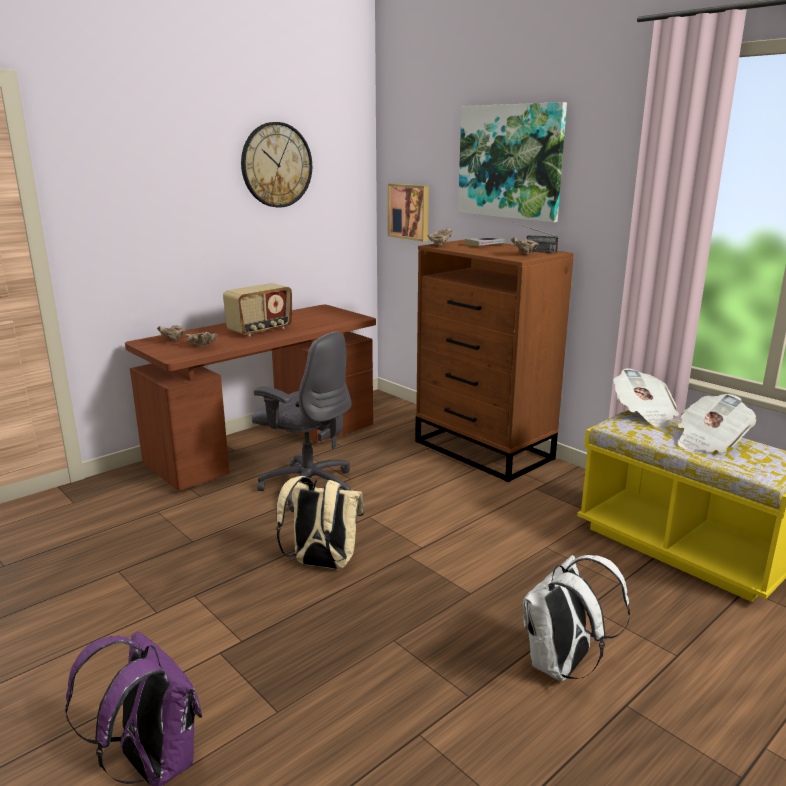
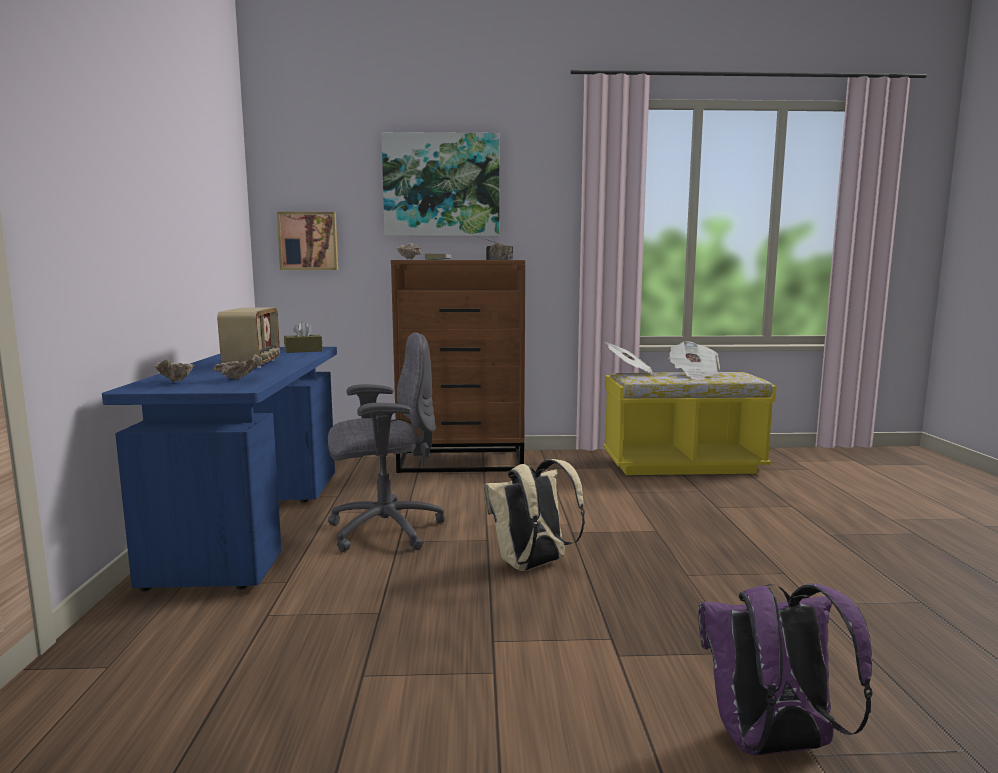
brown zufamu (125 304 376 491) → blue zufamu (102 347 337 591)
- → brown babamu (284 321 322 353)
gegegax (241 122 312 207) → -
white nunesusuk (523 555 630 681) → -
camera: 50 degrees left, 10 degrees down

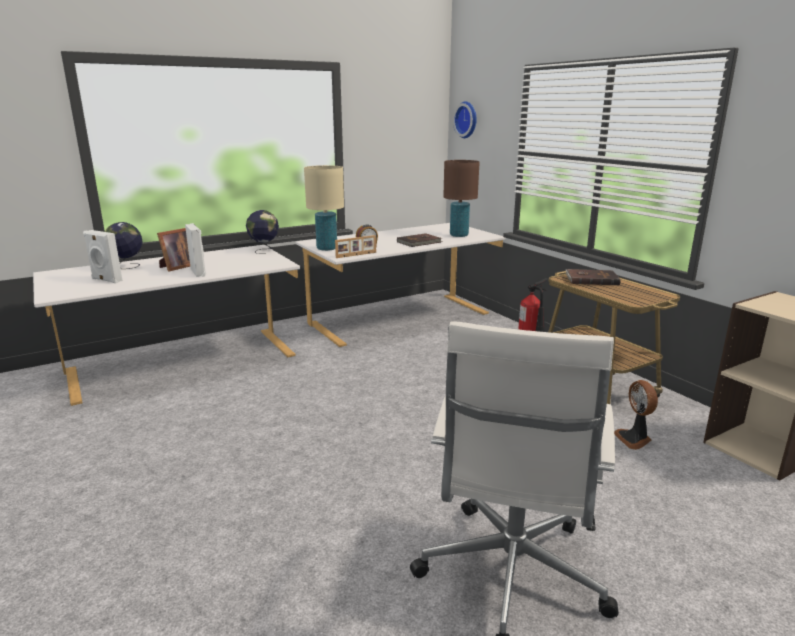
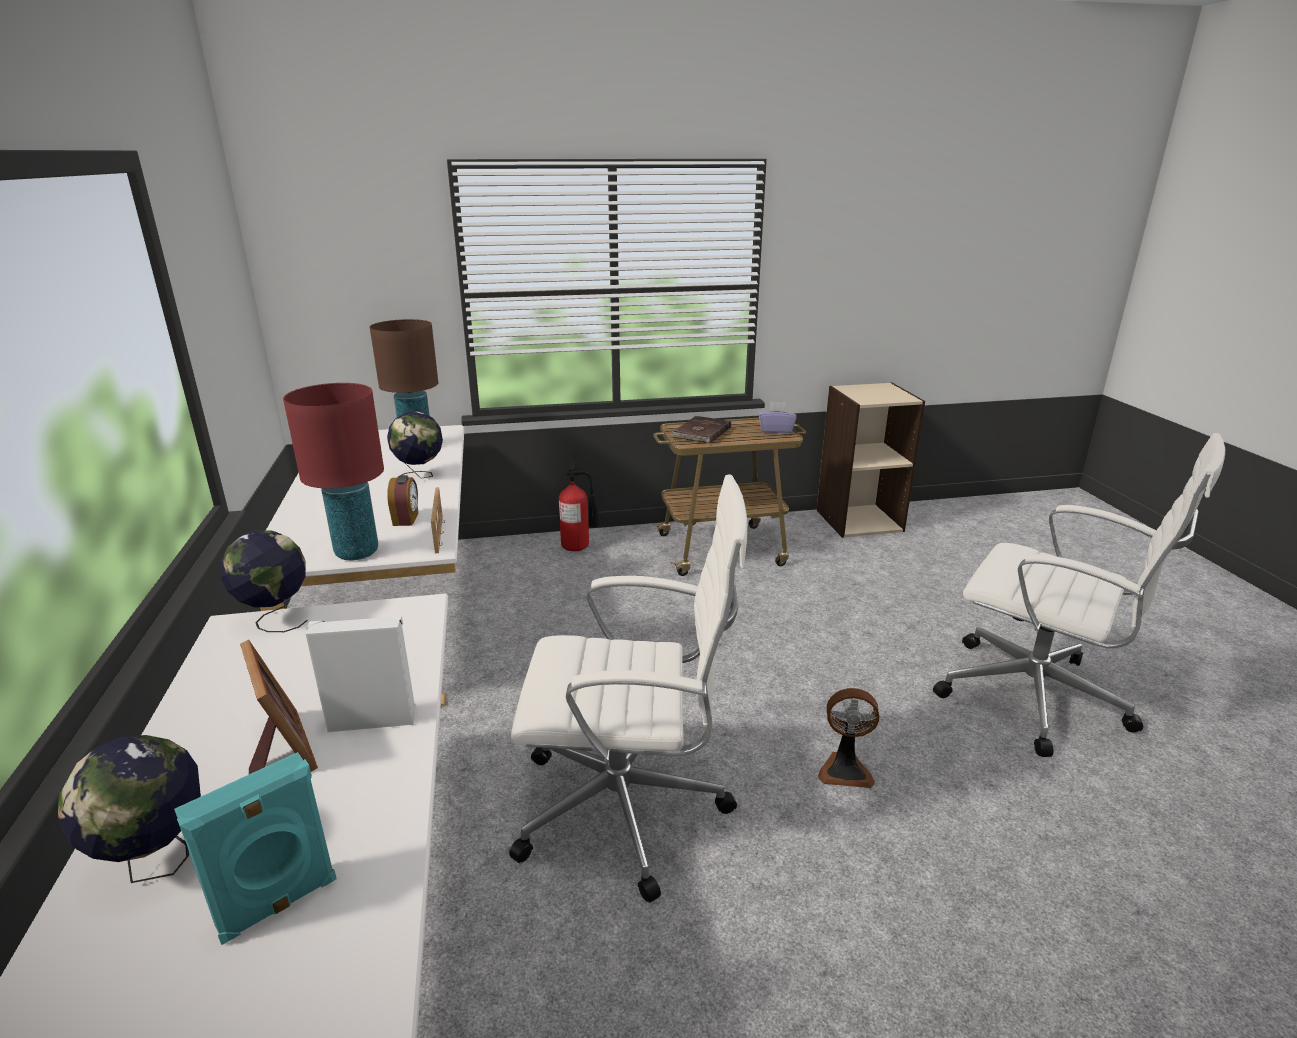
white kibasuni (83 230 123 283) → turquoise kibasuni (174 752 337 945)
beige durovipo (304 165 344 251) → red durovipo (283 383 384 560)
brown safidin (397 233 443 247) → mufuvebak (387 412 443 479)
- → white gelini (509 474 748 903)
- → purple babamu (759 402 797 433)
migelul (614 380 658 450) → migelul (818 688 879 788), moved
gegegax (453 101 477 138) → -
camera: 70 degrees left, 5 degrees up

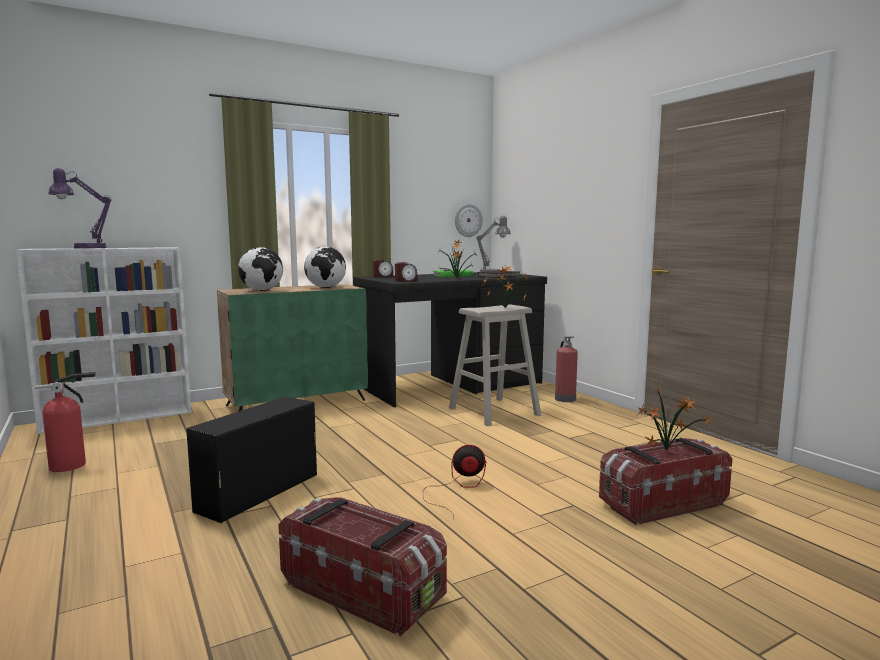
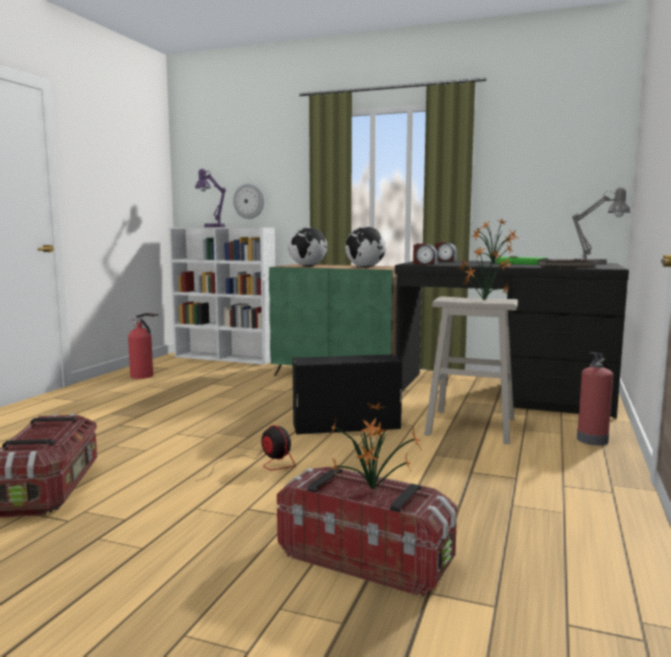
gegegax (455 204 483 237) → gegegax (233 184 264 219), moved
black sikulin (186 397 317 523) → black sikulin (293 355 402 435), moved
camera: 50 degrees right, 0 degrees up

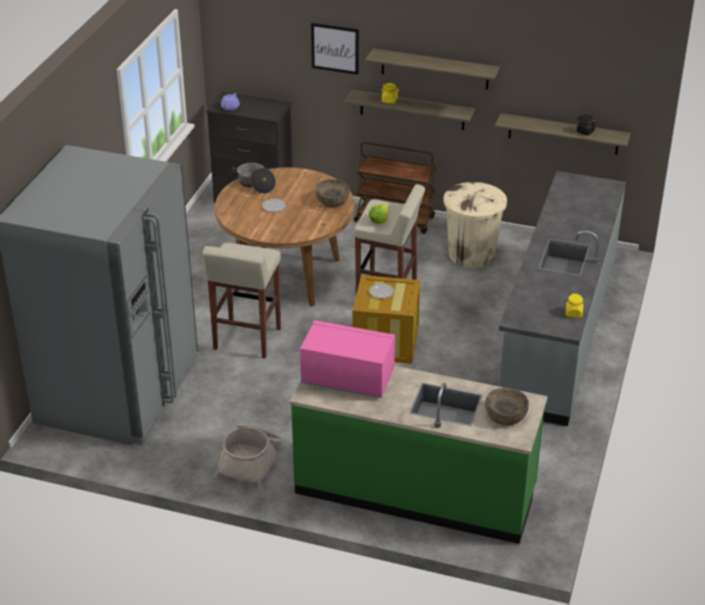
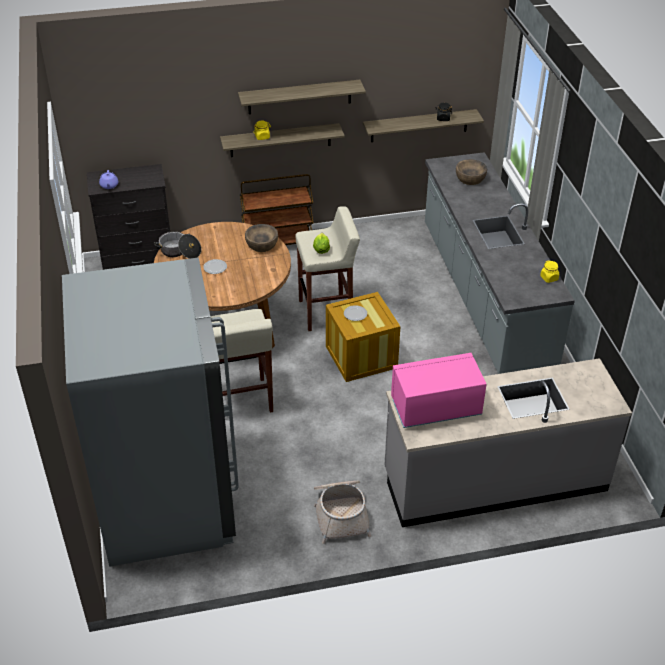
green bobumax (290 366 548 544) → grey bobumax (385 358 632 527)
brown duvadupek (485 388 529 426) → brown duvadupek (456 159 487 185), moved
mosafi (311 23 359 75) → -
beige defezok (443 182 507 268) → -
camera: 30 degrees left, 5 degrees up

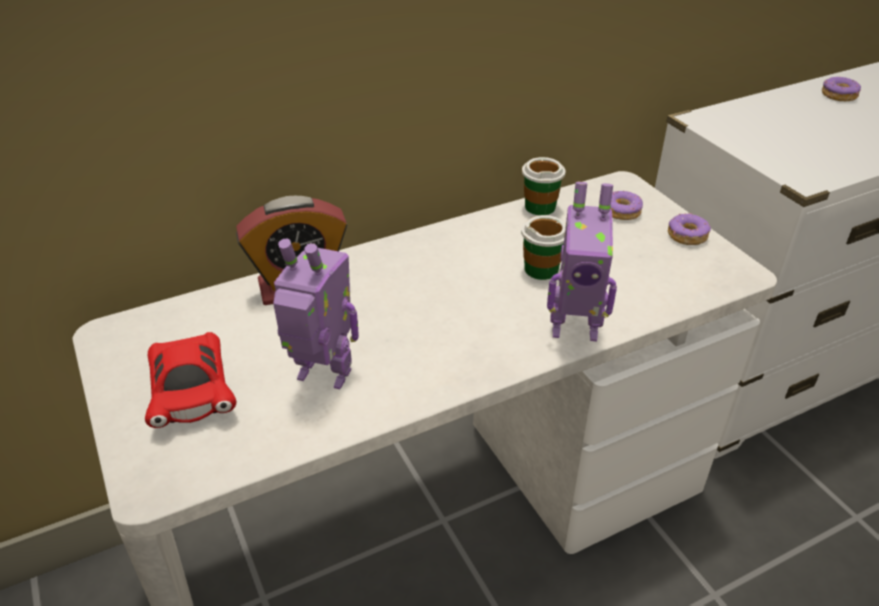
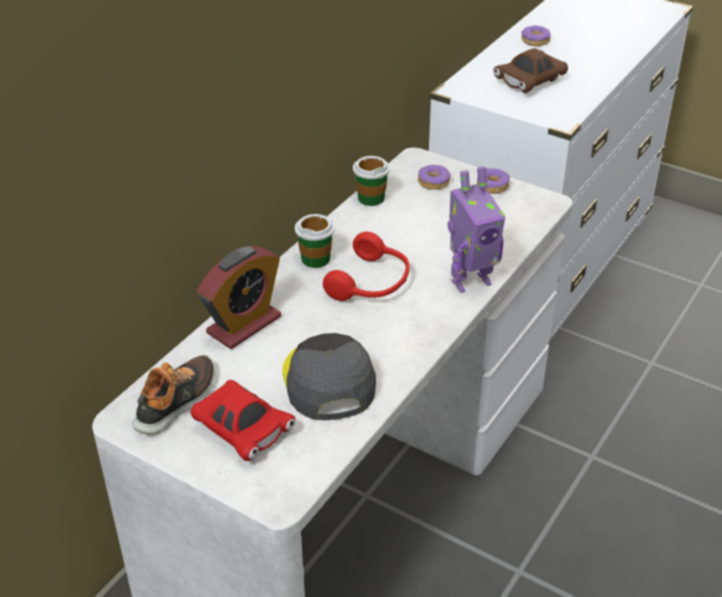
- → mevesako (132 355 214 435)
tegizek (273 239 359 389) → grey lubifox (282 333 376 420)
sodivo (521 215 566 280) → sodivo (295 214 335 268), moved
- → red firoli (323 232 410 301)
- → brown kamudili (493 49 568 93)
camera: 30 degrees left, 0 degrees up

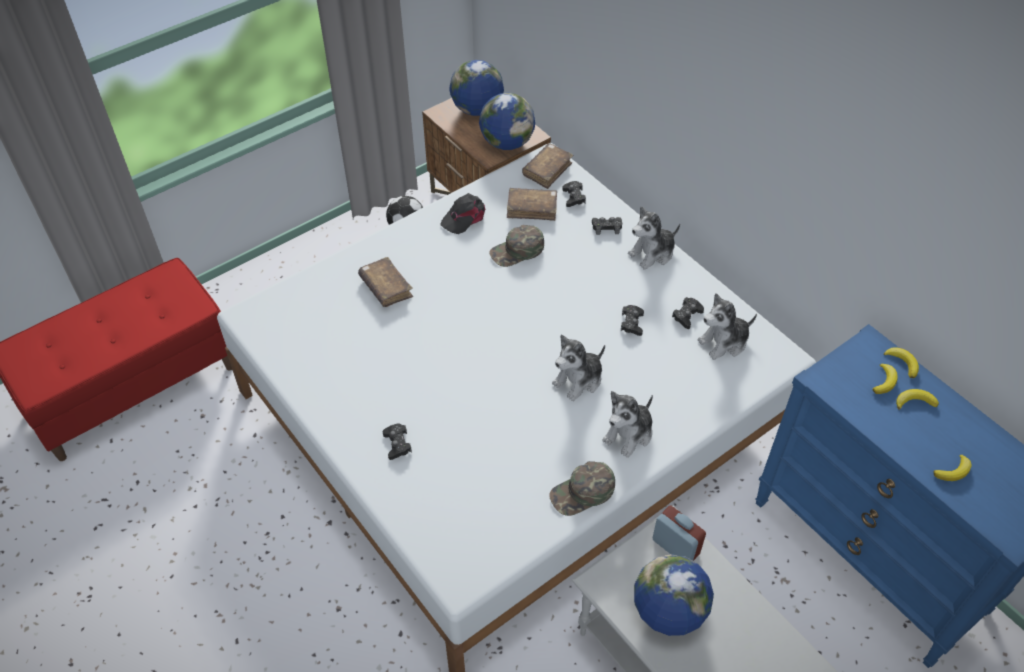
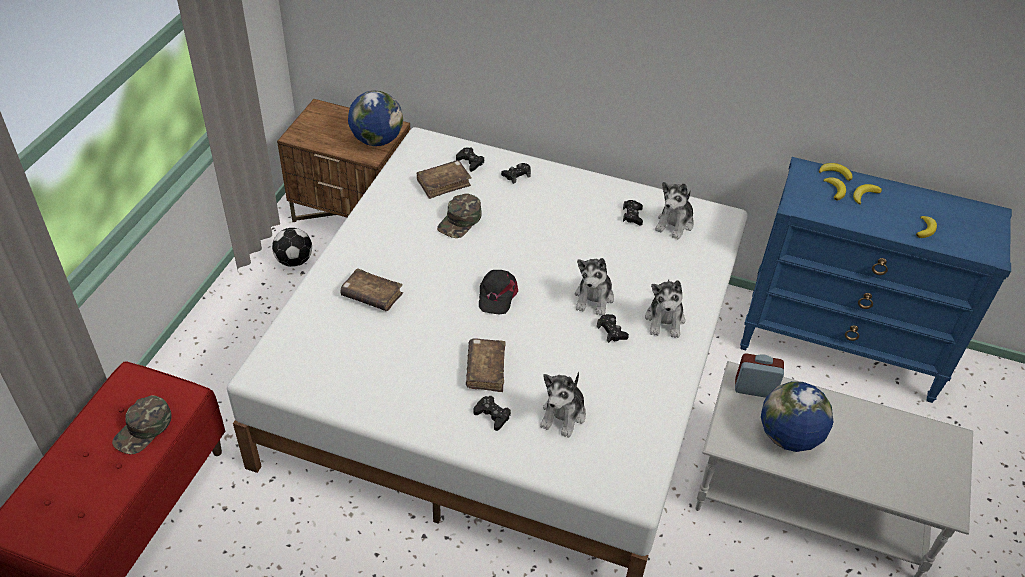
green lubifox (549 461 615 516) → green lubifox (112 395 172 455), moved
brown safidin (522 143 573 189) → brown safidin (466 338 505 392), moved
black lubifox (440 193 485 234) → black lubifox (479 270 518 315), moved
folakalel (628 206 680 270) → folakalel (540 372 586 438), moved
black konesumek (621 305 644 336) → black konesumek (597 314 629 343), moved
mufuvebak (449 60 504 116) → -
camera: 35 degrees left, 5 degrees down

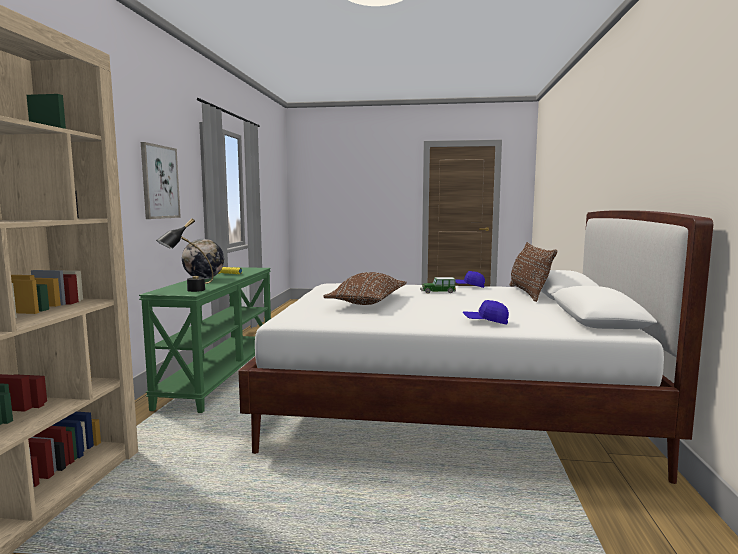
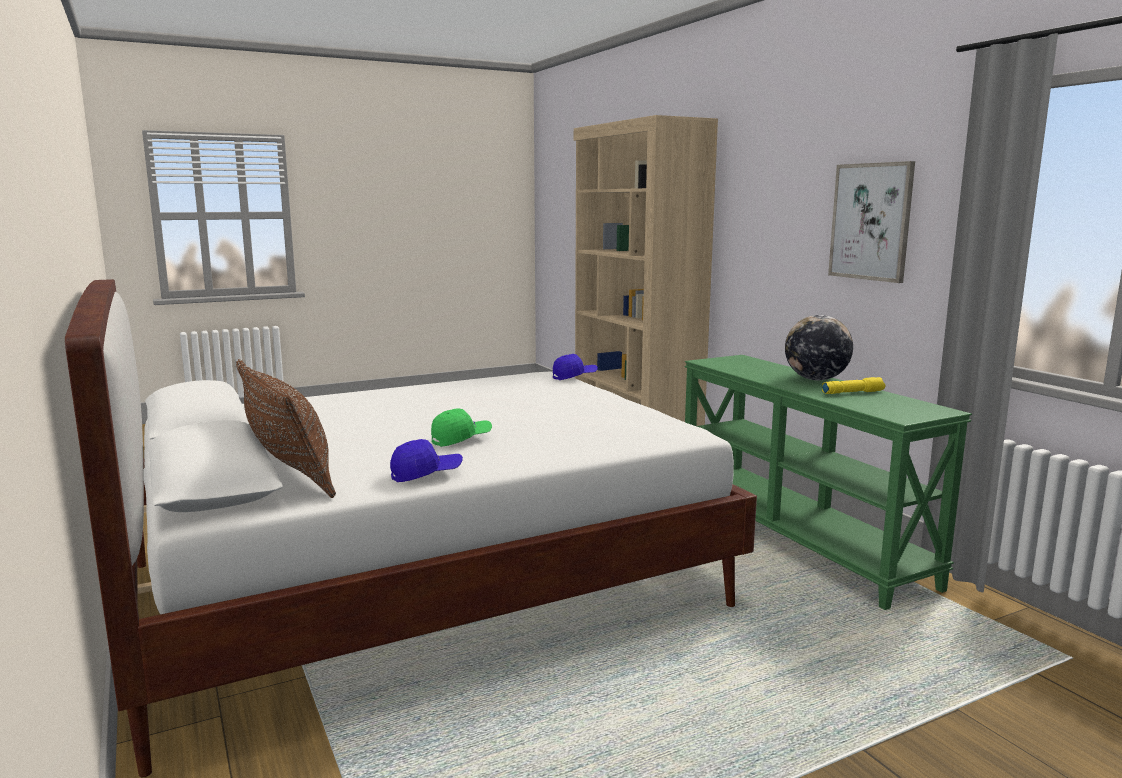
kamudili (420 277 456 293) → green lubifox (431 408 492 447)
blue lubifox (463 300 509 325) → blue lubifox (553 354 598 380), moved
black durovipo (156 218 213 292) → -
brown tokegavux (324 272 407 305) → -
camera: 145 degrees right, 5 degrees up

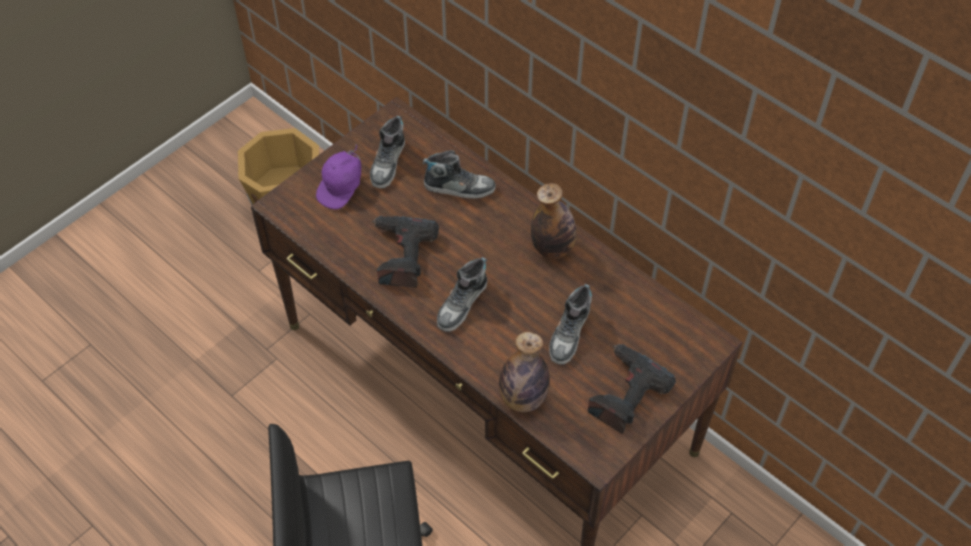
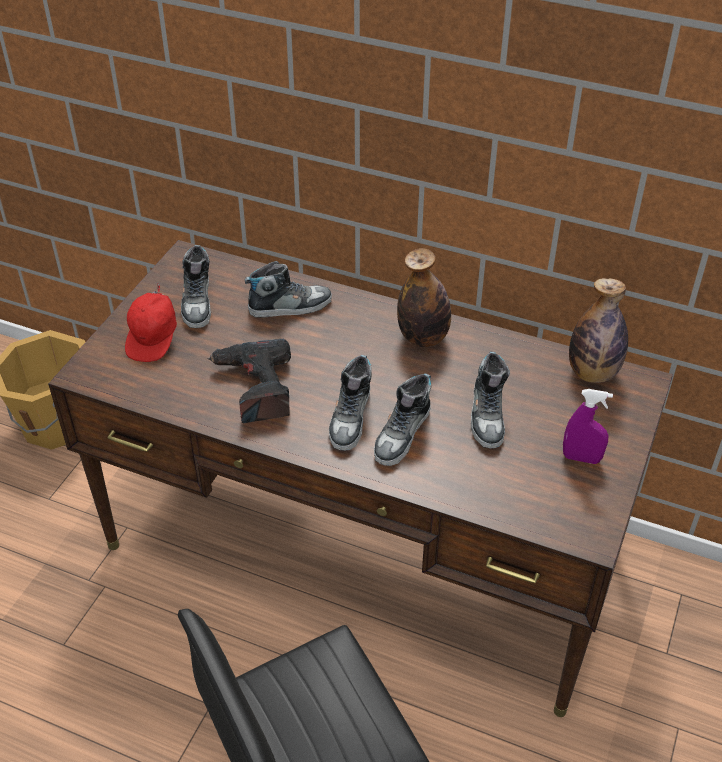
purple lubifox (316 145 361 209) → red lubifox (125 284 177 362)
- → mevesako (374 373 432 466)
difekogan (588 344 676 434) → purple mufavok (563 389 613 464)
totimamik (499 332 550 412) → totimamik (569 278 628 383), moved
camera: 20 degrees left, 10 degrees down

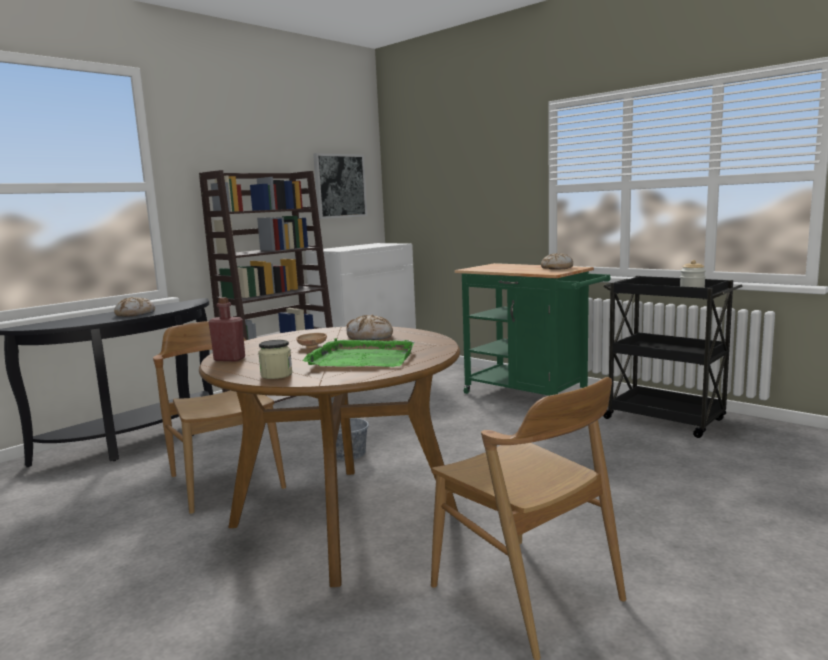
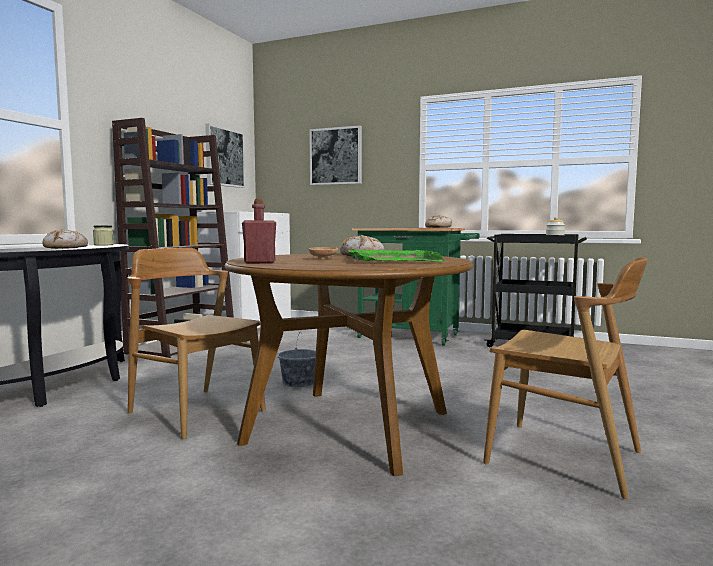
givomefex (258 340 292 379) → givomefex (93 225 114 246), moved
- → mosafi (309 125 362 185)
camera: 20 degrees left, 5 degrees down

